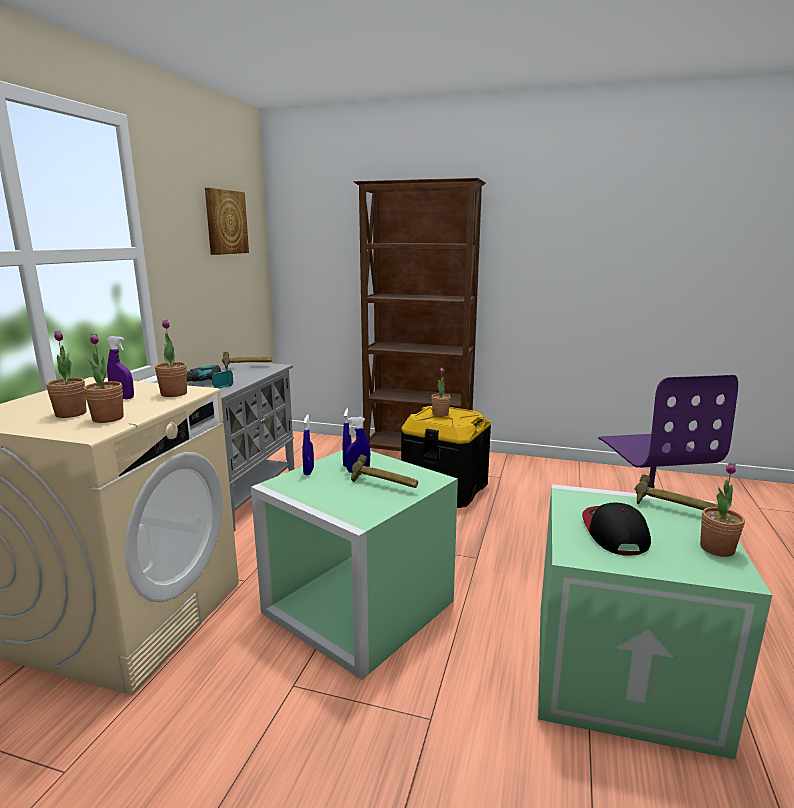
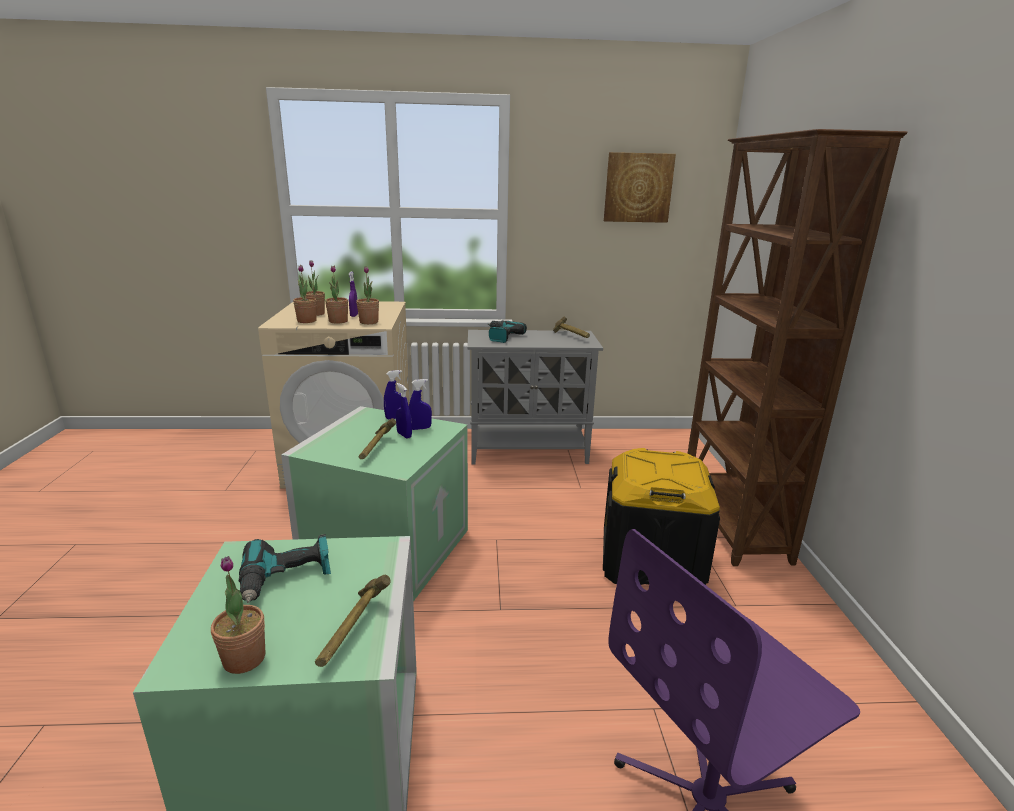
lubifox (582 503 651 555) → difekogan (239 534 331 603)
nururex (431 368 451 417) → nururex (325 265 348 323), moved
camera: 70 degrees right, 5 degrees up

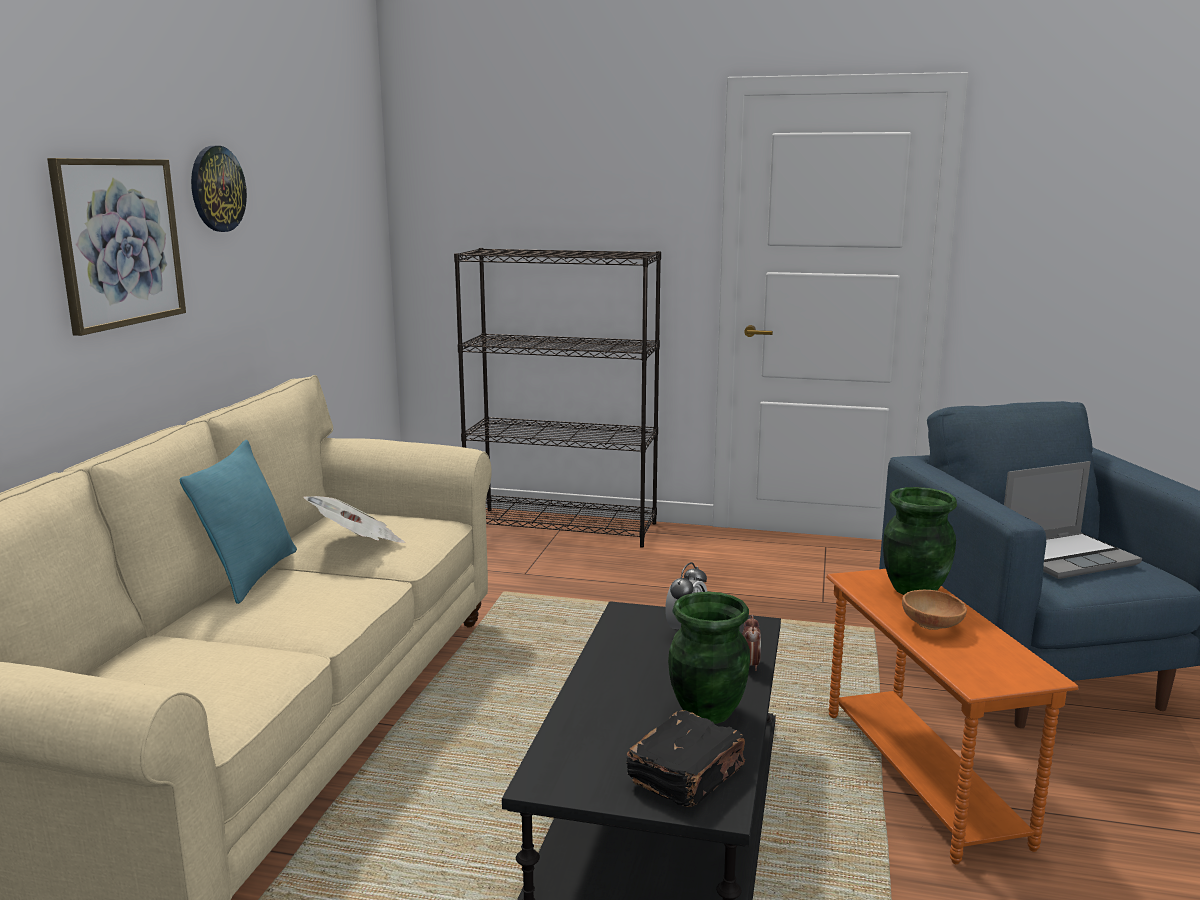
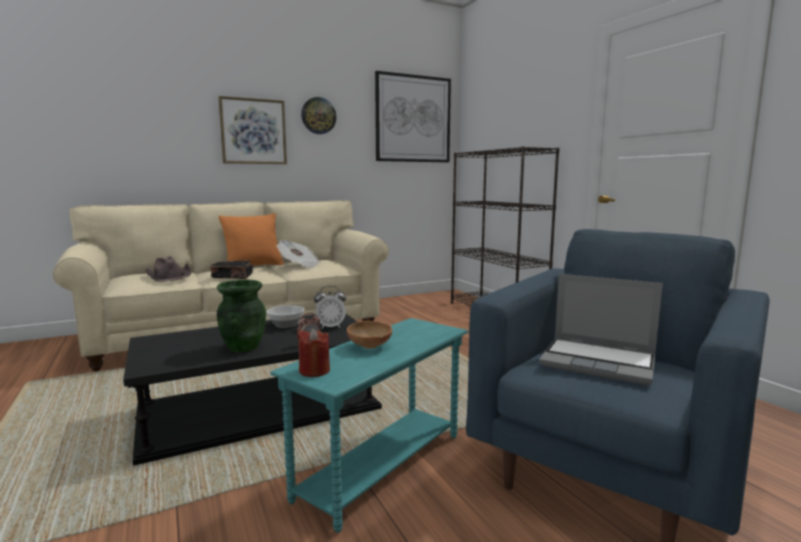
- → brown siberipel (145 256 191 282)
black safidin (626 710 745 807) → black safidin (210 260 253 279), moved
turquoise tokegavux (180 440 297 604) → orange tokegavux (219 213 284 266)
- → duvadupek (266 305 305 328)
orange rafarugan (826 569 1078 864) → turquoise rafarugan (270 318 468 533)
- → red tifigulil (298 328 330 377)
- → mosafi (375 71 451 162)
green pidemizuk (883 487 957 595) → -
camera: 50 degrees right, 5 degrees down

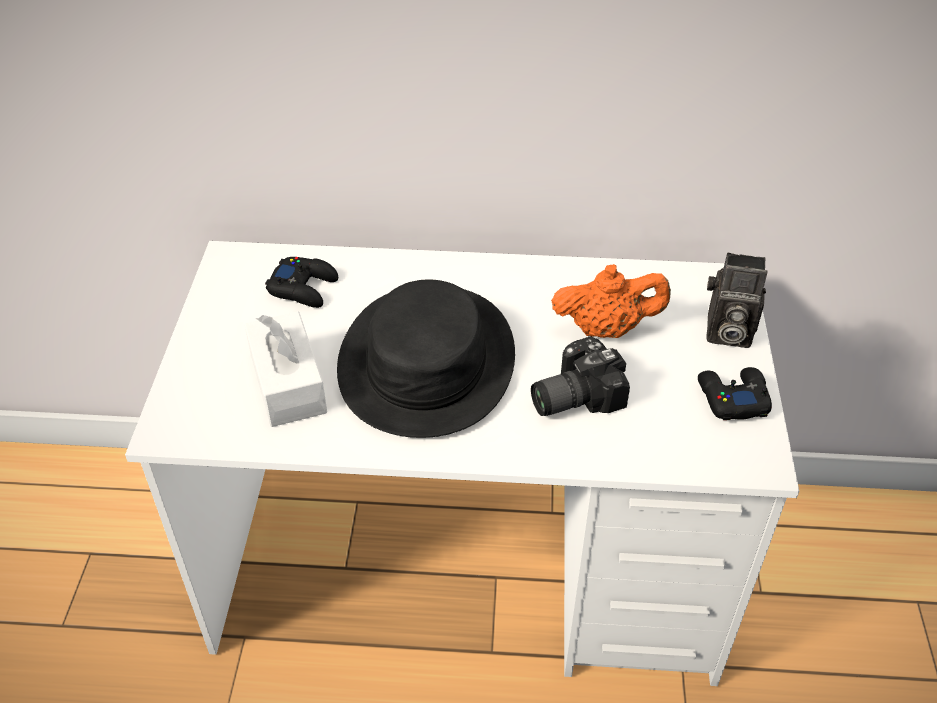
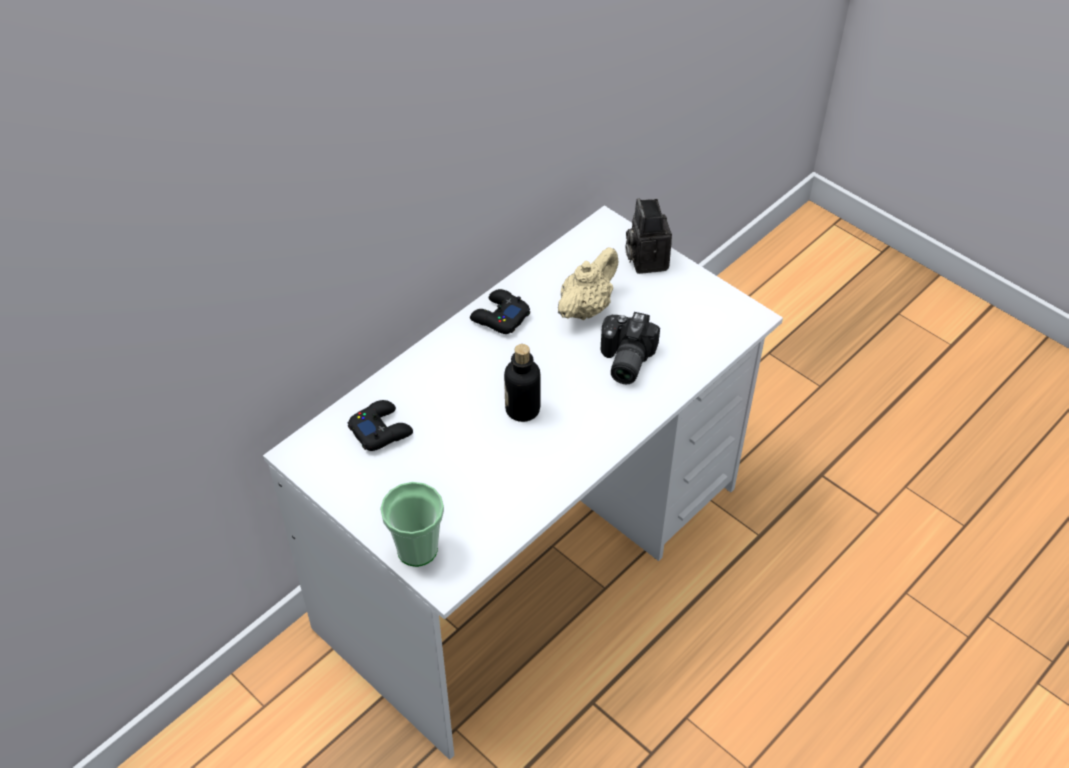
- → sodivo (380 482 444 567)
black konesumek (698 367 772 420) → black konesumek (470 289 530 334), moved
black siberipel (337 279 515 438) → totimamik (504 344 541 422)
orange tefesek (551 264 671 338) → beige tefesek (558 247 618 320)
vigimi (707 253 768 348) → vigimi (625 198 672 274), 120 degrees clockwise
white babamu (244 311 327 427) → -
camera: 50 degrees left, 5 degrees up

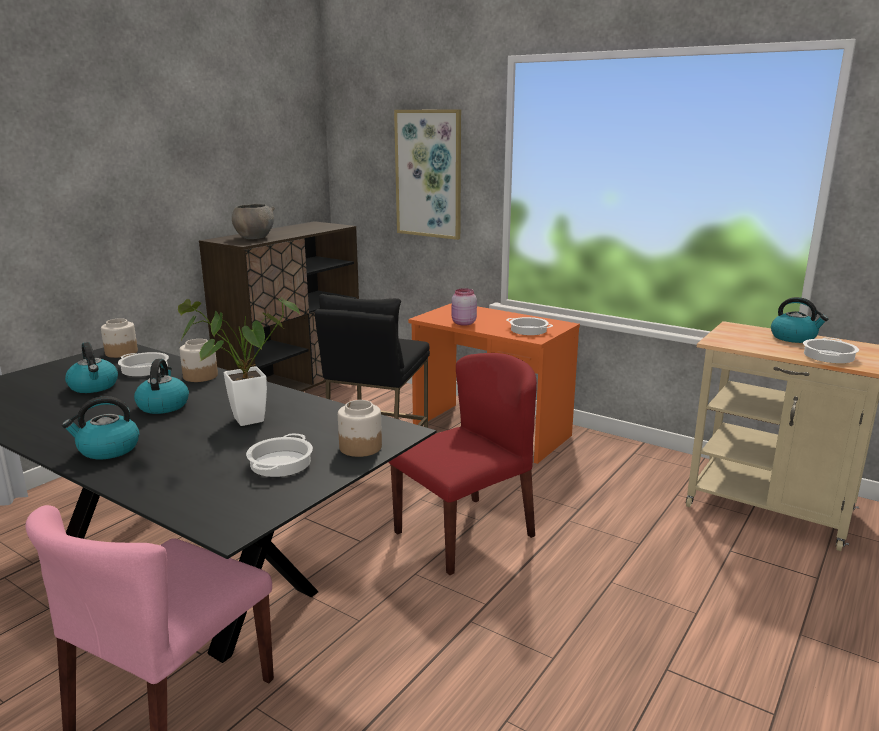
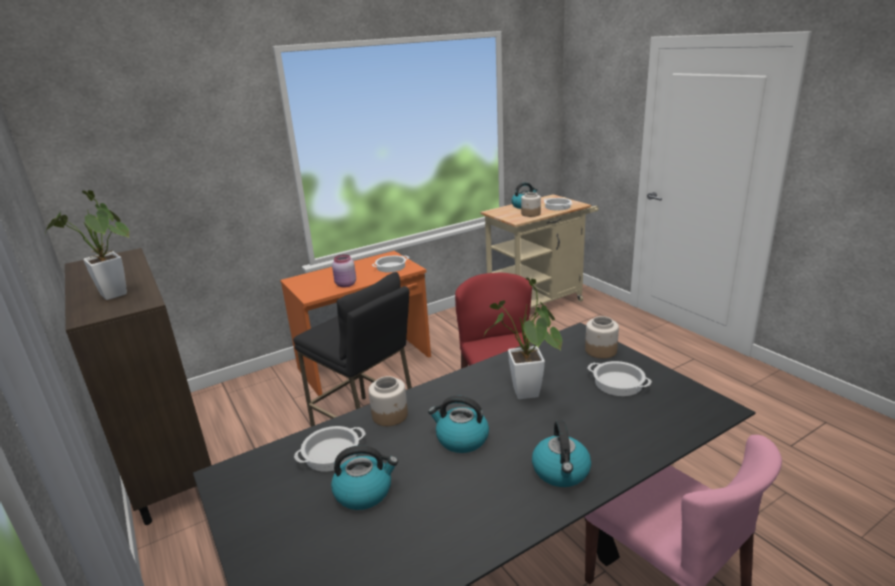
grey duvadupek (232 204 275 239) → nururex (45 190 129 300)
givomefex (101 318 138 358) → givomefex (521 192 541 217), moved
mosafi (394 109 461 240) → -
camera: 65 degrees left, 5 degrees up

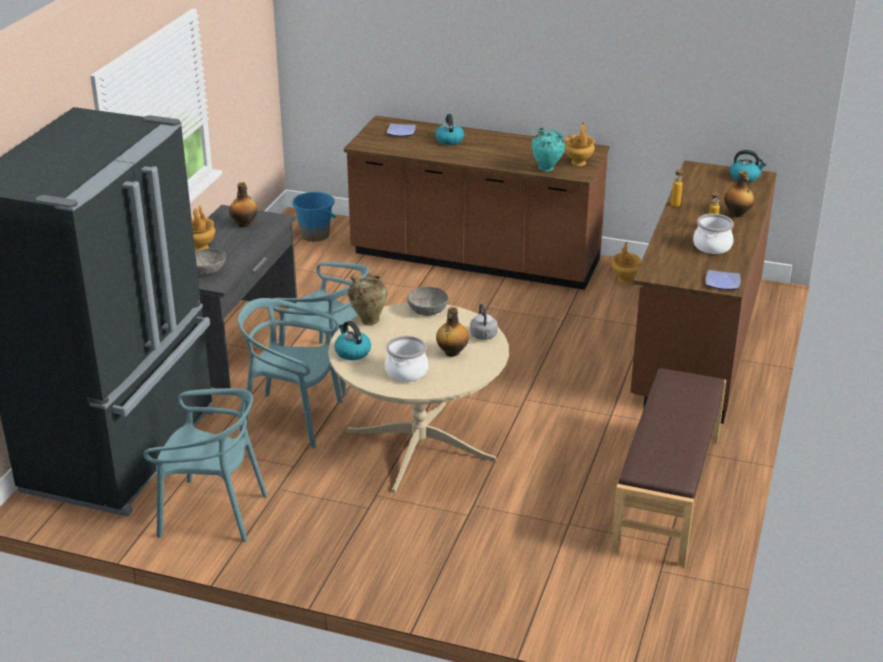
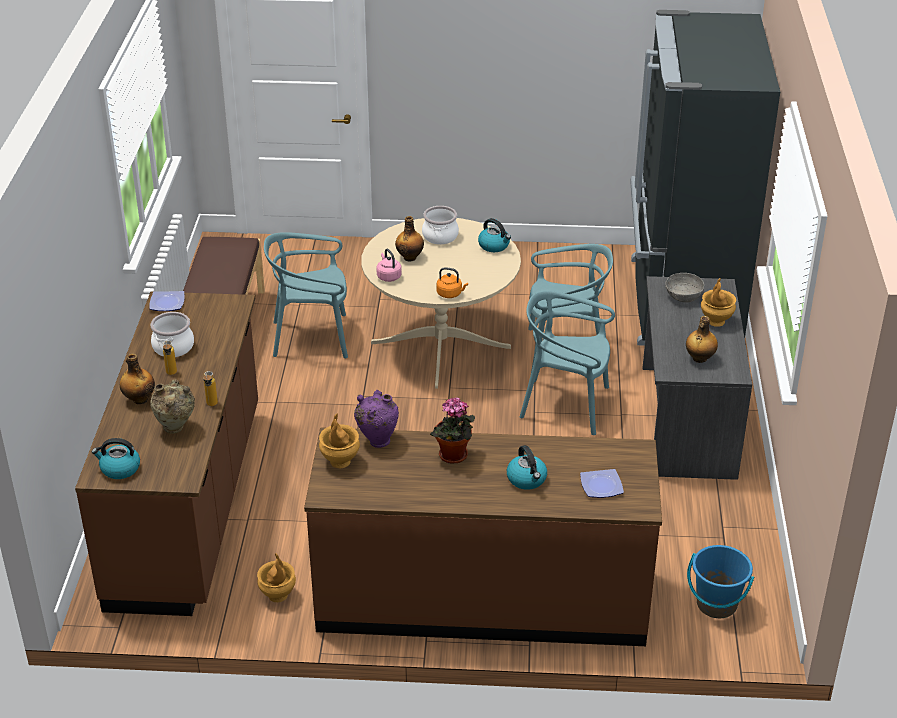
beige pidemizuk (348 273 387 325) → beige pidemizuk (150 379 195 434), moved
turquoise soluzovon (143 388 268 542) → turquoise soluzovon (264 232 348 358), moved
turquoise pidemizuk (532 128 566 172) → purple pidemizuk (354 390 399 448)
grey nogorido (470 304 498 340) → pink nogorido (377 249 402 282)
- → nururex (430 397 475 464)
grey duvadupek (407 286 448 316) → orange nogorido (436 267 468 298)
camera: 165 degrees right, 5 degrees up

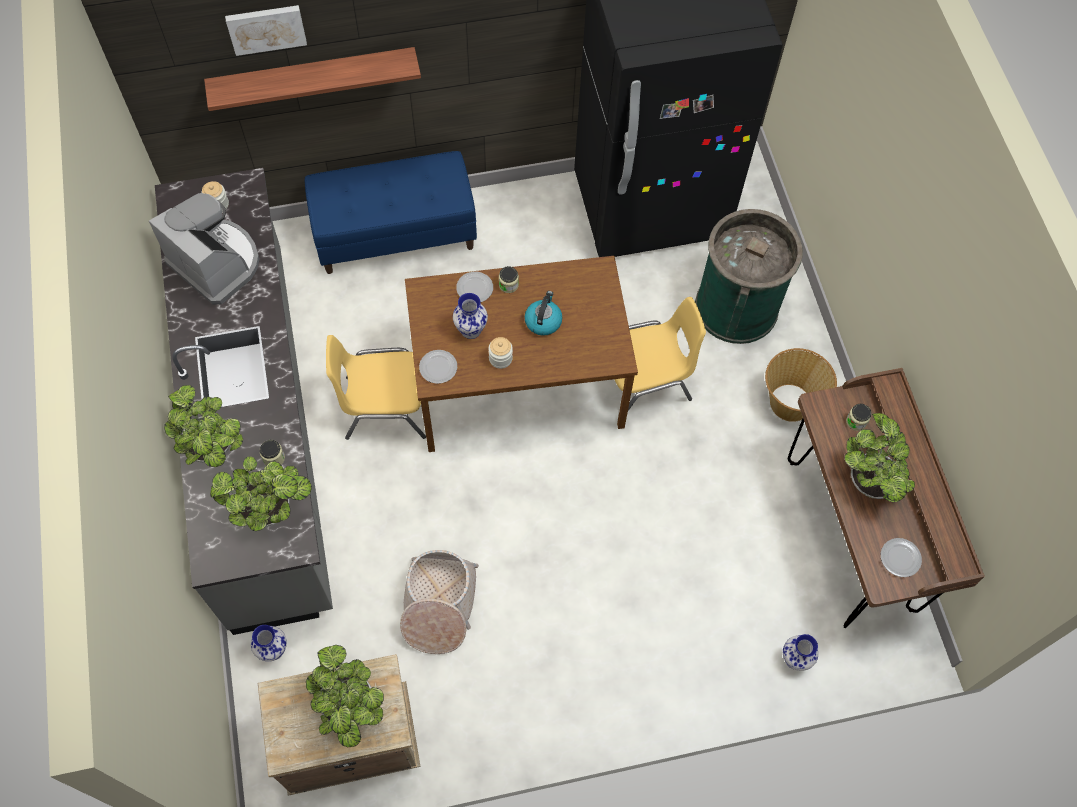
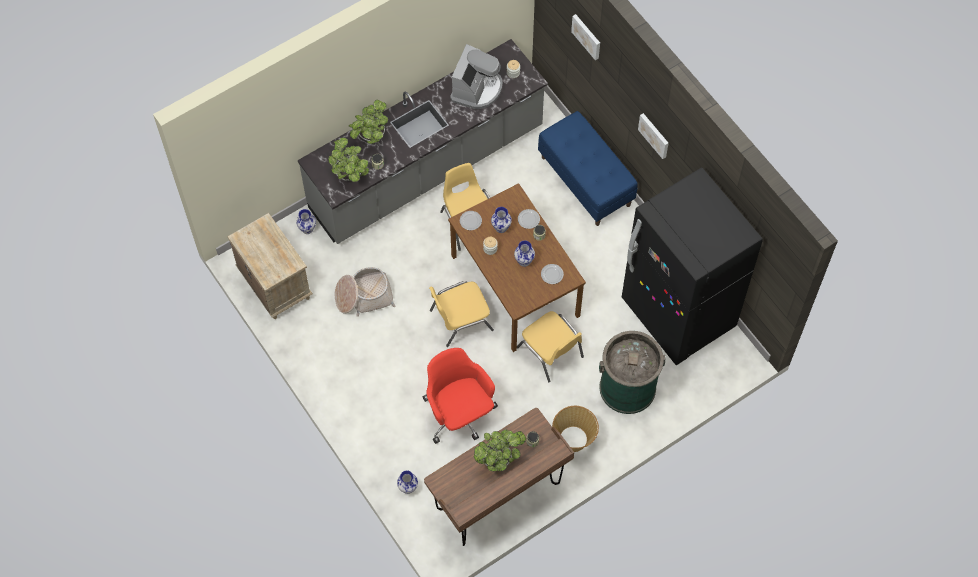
- → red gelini (422 348 498 444)
- → yellow soluzovon (429 281 494 347)
nogorido (525 291 562 336) → pidemizuk (514 240 535 267)
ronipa (881 538 922 577) → ronipa (541 264 564 284), moved
- → mosafi (638 113 669 159)
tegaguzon (204 47 421 111) → -
nururex (306 645 384 747) → -
camera: 70 degrees right, 0 degrees up

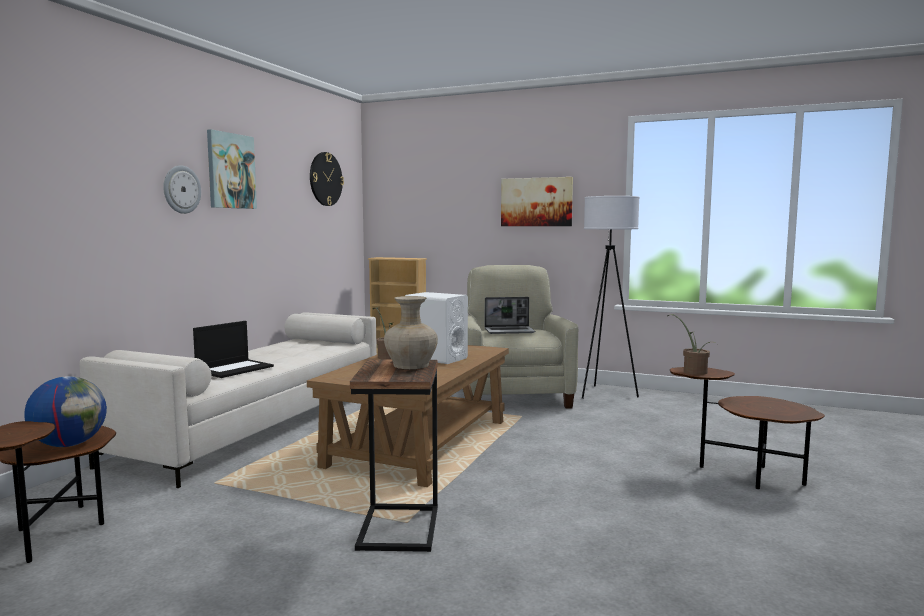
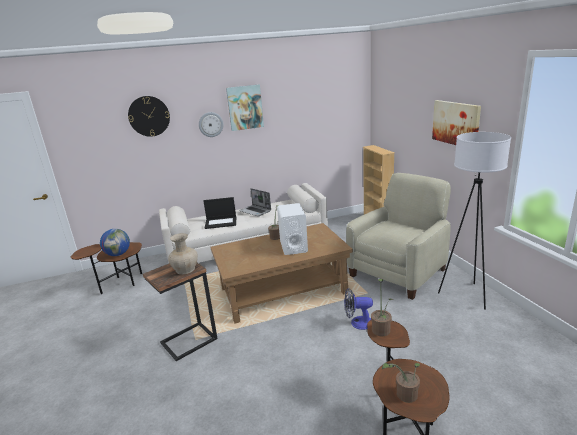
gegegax (310 152 344 206) → gegegax (128 96 170 137), moved
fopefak (485 297 535 334) → fopefak (239 188 271 216), moved
- → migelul (344 288 373 330)
- → nururex (382 363 420 403)
camera: 50 degrees right, 15 degrees up

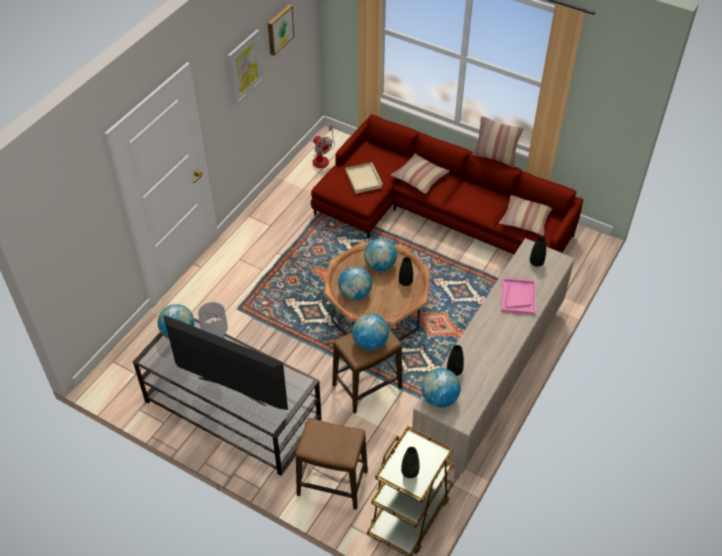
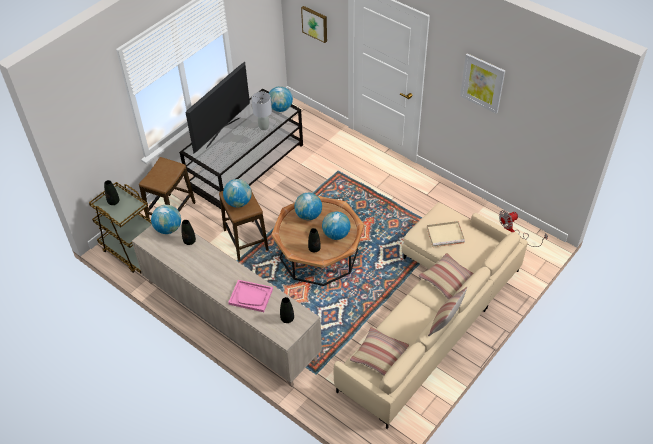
mosafi (268 5 294 56) → mosafi (301 6 327 43), moved
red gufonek (311 114 583 254) → beige gufonek (334 202 528 429)
camera: 100 degrees right, 0 degrees up

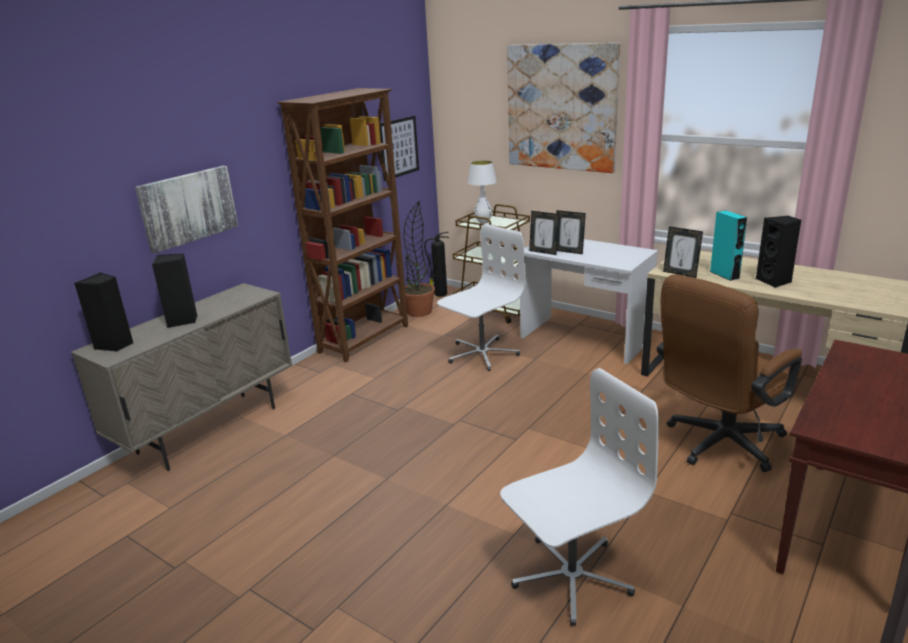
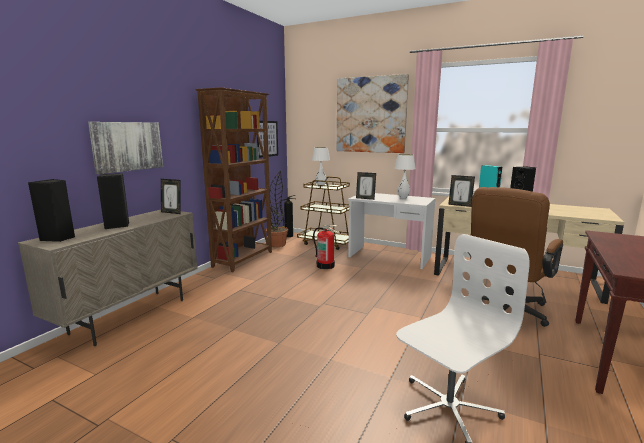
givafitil (556 210 586 254) → givafitil (161 179 181 214), moved
white gelini (437 224 526 371) → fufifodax (313 225 339 270)
- → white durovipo (394 154 416 198)
camera: 10 degrees left, 10 degrees down

